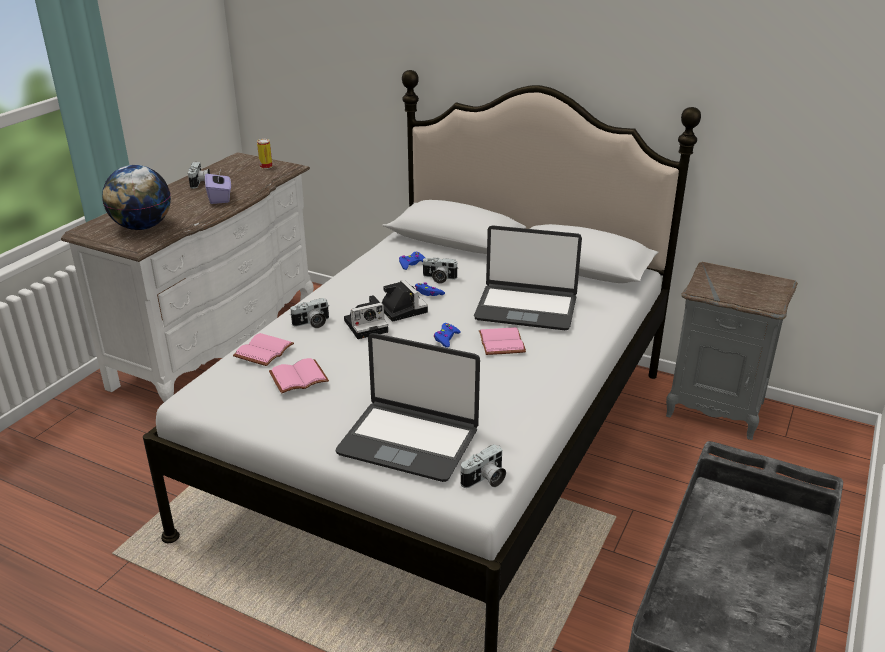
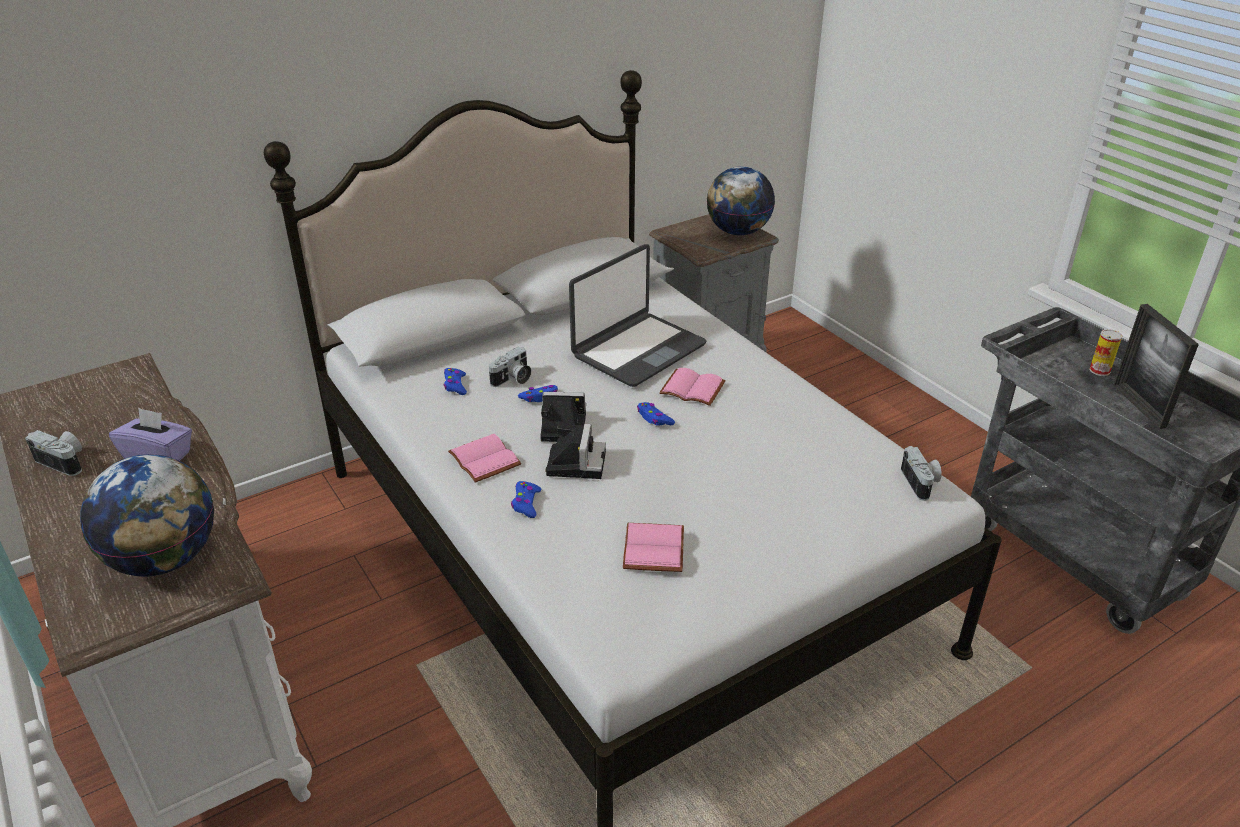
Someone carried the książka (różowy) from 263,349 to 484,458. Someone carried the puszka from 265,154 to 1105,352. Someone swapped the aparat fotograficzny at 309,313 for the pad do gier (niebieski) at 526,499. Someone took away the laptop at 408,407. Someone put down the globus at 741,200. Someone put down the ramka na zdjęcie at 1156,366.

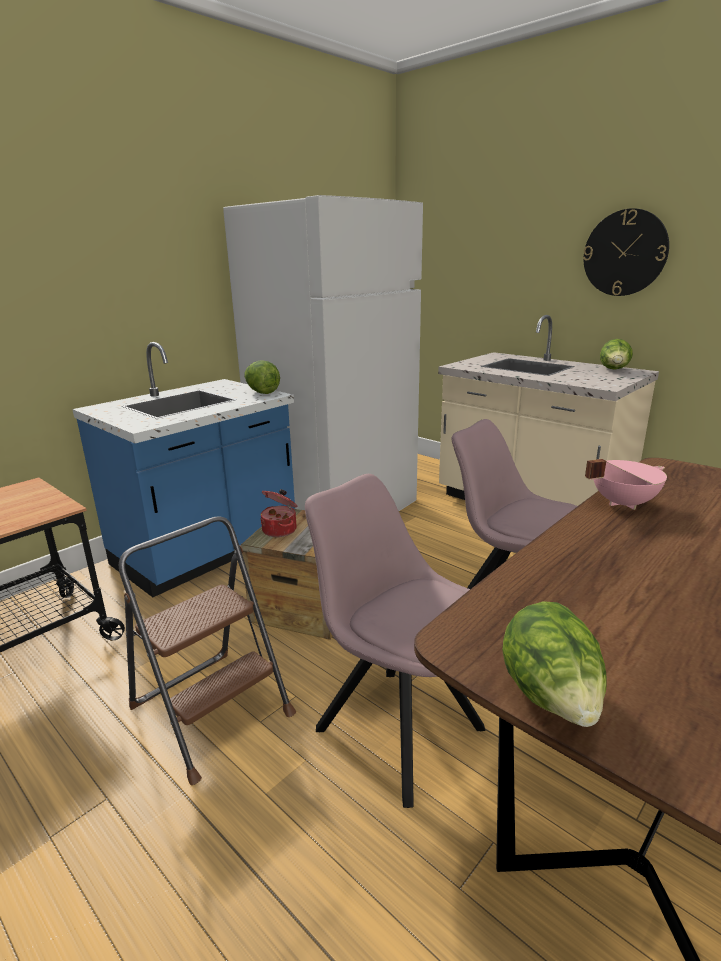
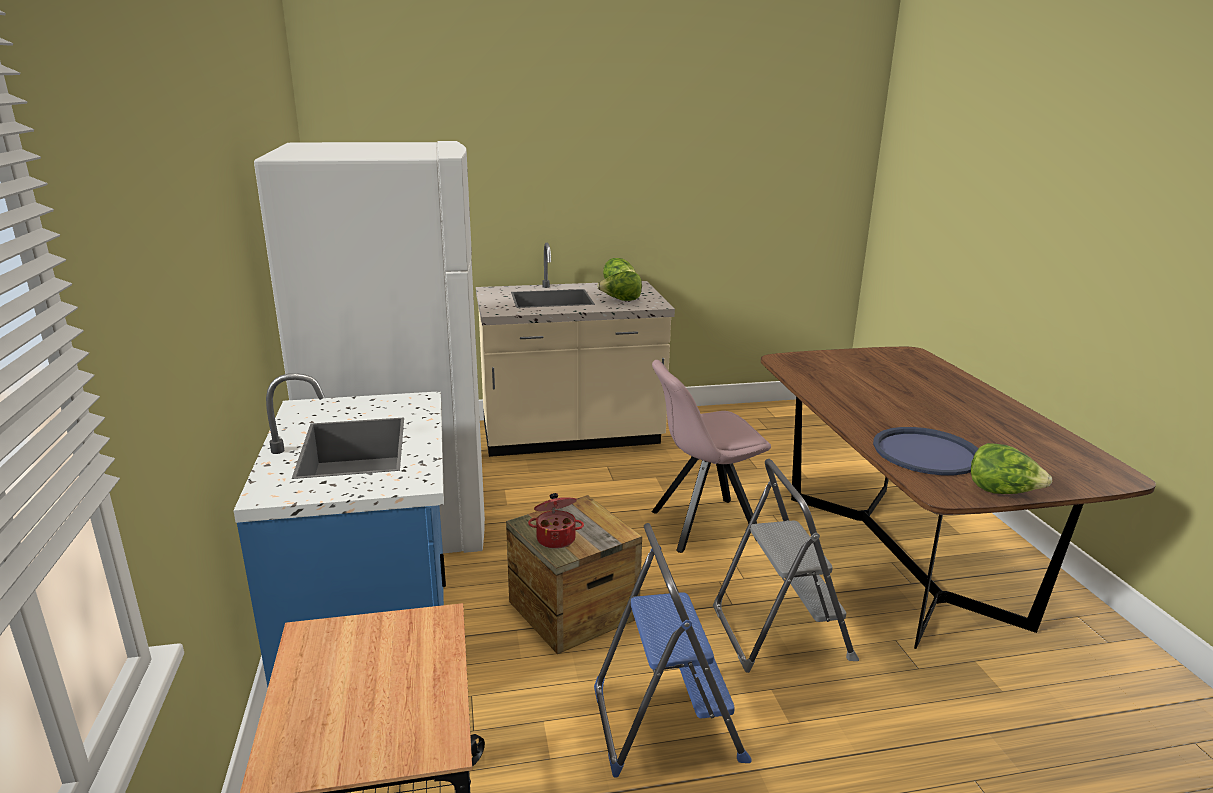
Someone repainted the drabinka (brązowy) at 207,650, which became the drabinka (niebieski) at 673,650. Someone carried the sałata from 262,377 to 619,286. Someone swapped the krzesło (różowy) at 395,641 for the drabinka (szary) at 786,566. Someone took away the zegar ścienny at 626,252. Someone took away the garnek (różowy) at 626,484. Someone put down the taca (niebieski) at 926,451.

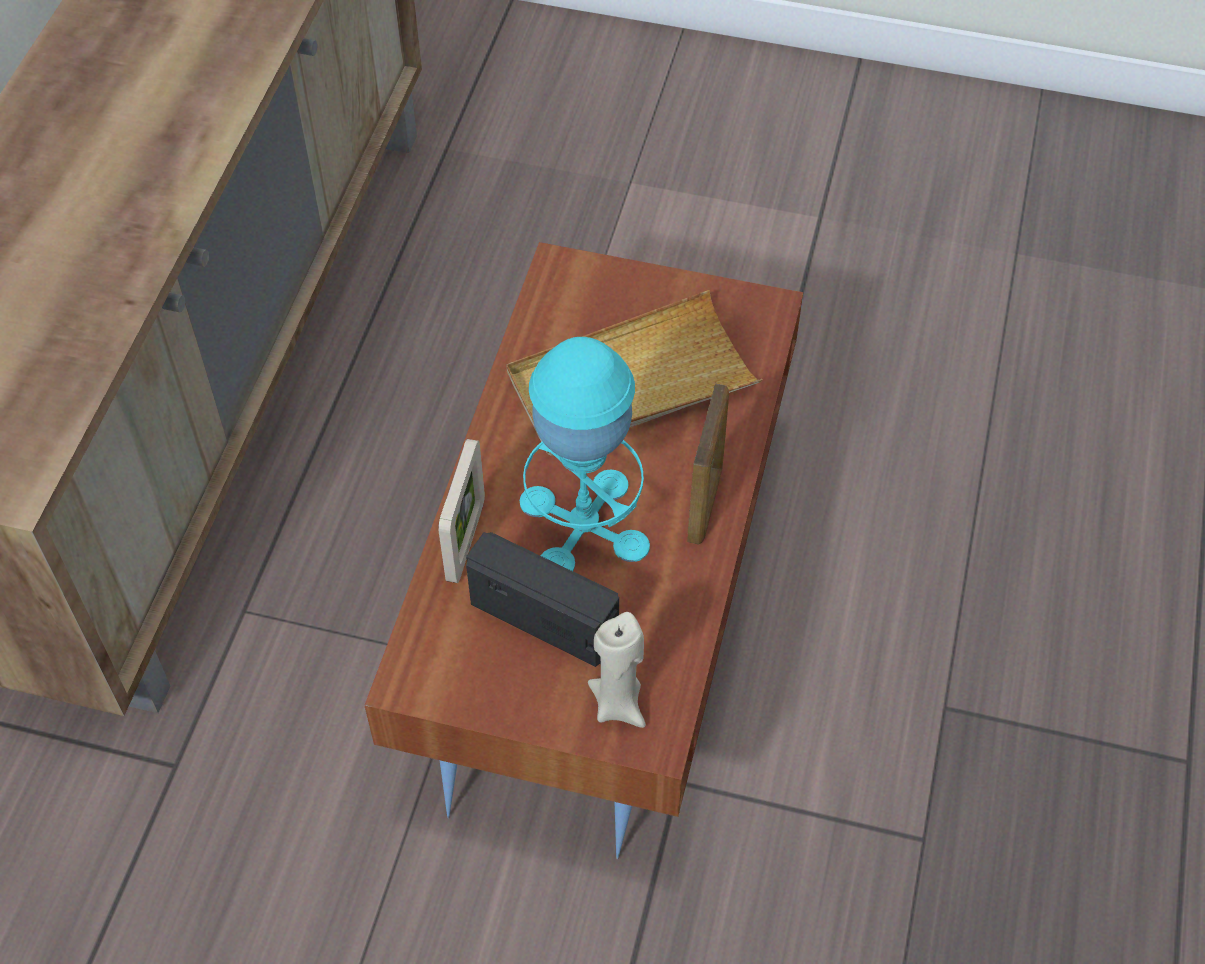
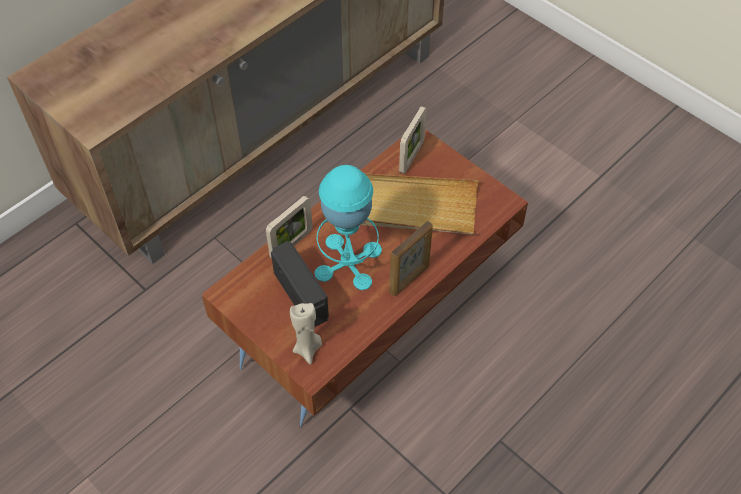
Someone put down the ramka na zdjęcie at 413,140.

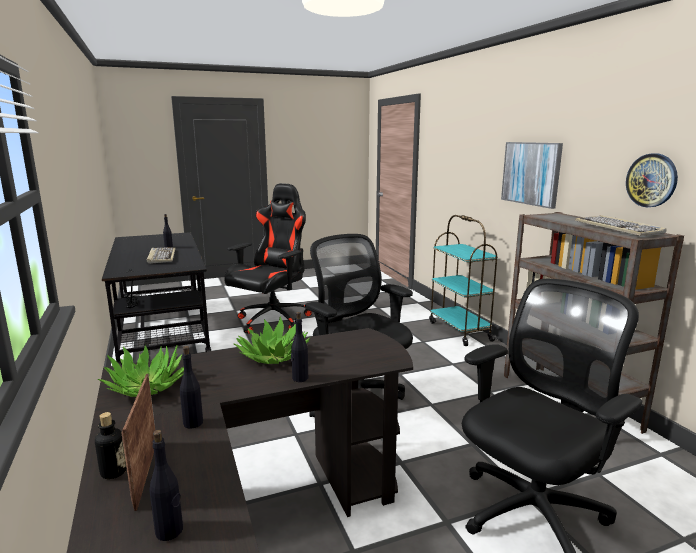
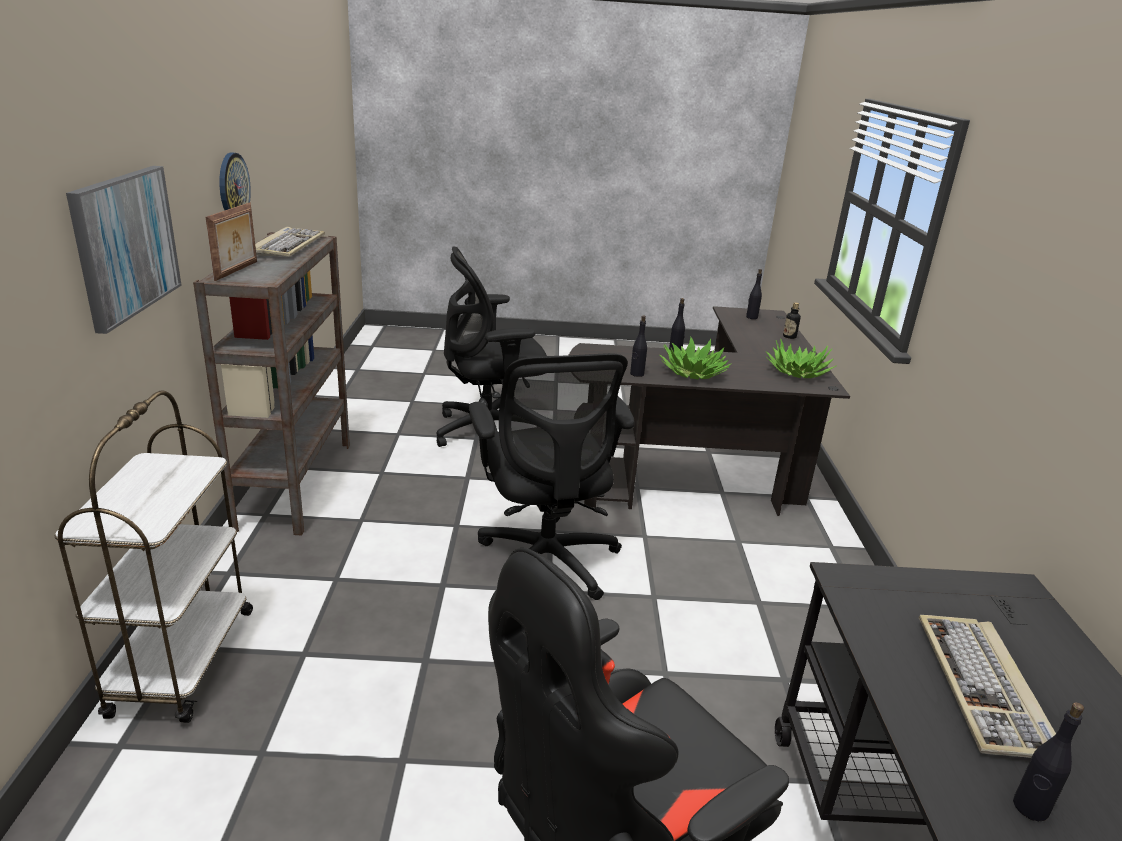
Someone carried the ramka na zdjęcie from 138,442 to 231,241. Someone carried the butelka (czarny) from 191,387 to 638,346. Someone repainted the wózek (turkusowy) at 463,280, which became the wózek (biały) at 154,557.

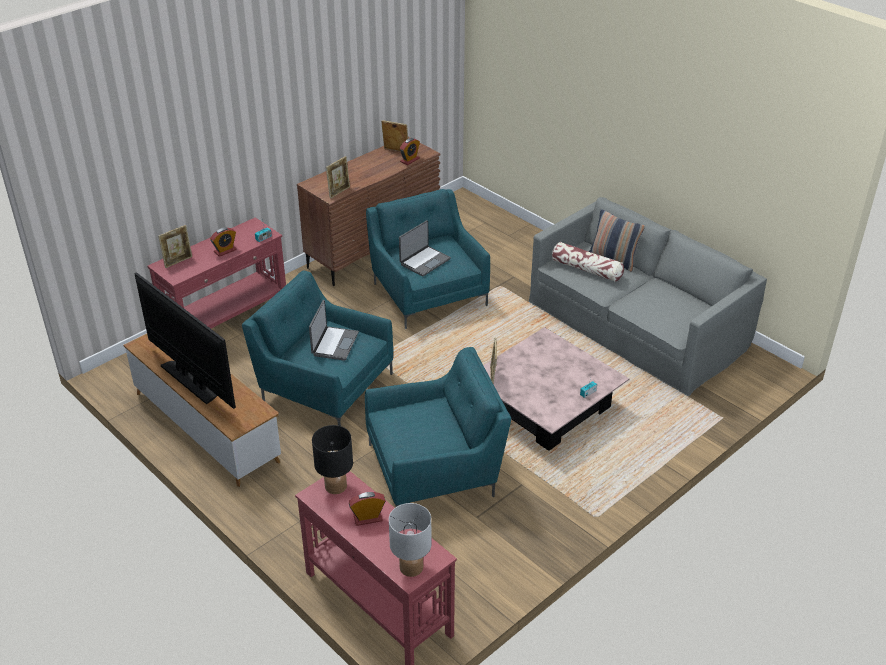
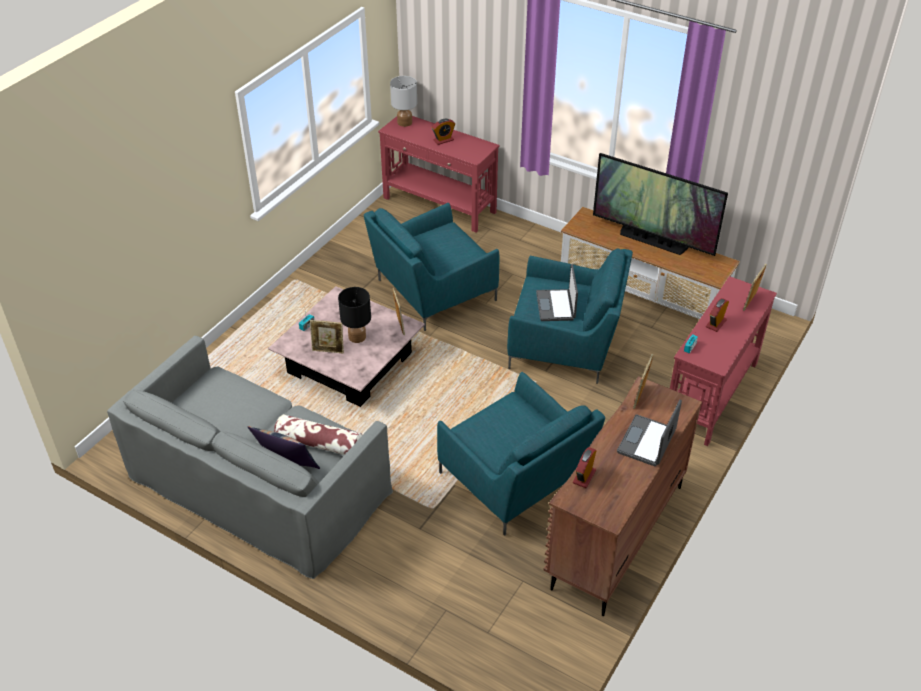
Someone carried the lampa stołowa (czarny) from 332,459 to 354,315. Someone carried the ramka na zdjęcie from 394,135 to 327,337. Someone carried the laptop from 425,248 to 649,433.

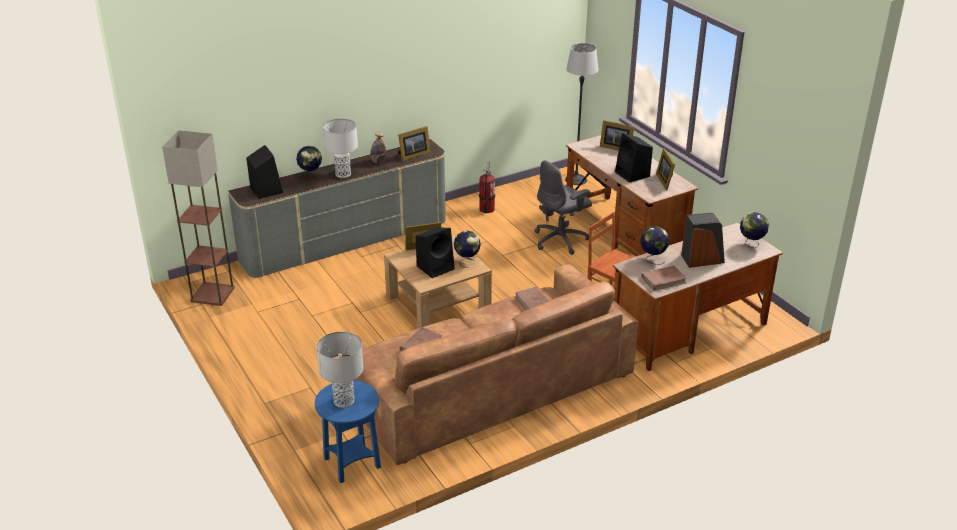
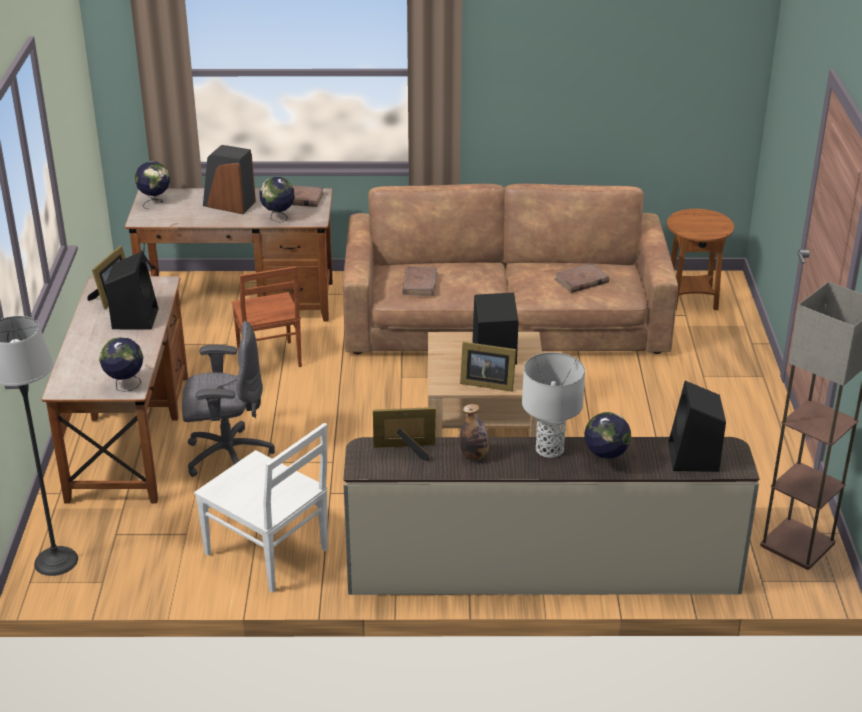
Someone repainted the stolik (niebieski) at 348,431, which became the stolik (brązowy) at 700,259. Someone took away the lampa stołowa (biały) at 340,370. Someone carried the globus from 467,249 to 121,364. Someone swapped the gaśnica at 487,187 for the krzesło (biały) at 261,508. Someone took away the ramka na zdjęcie at 617,135.

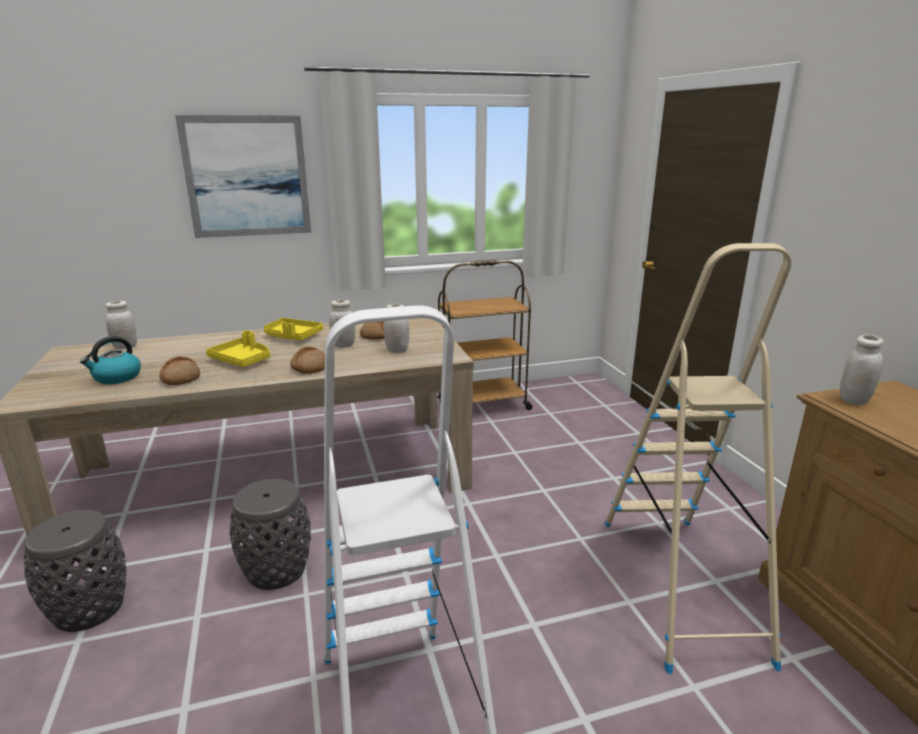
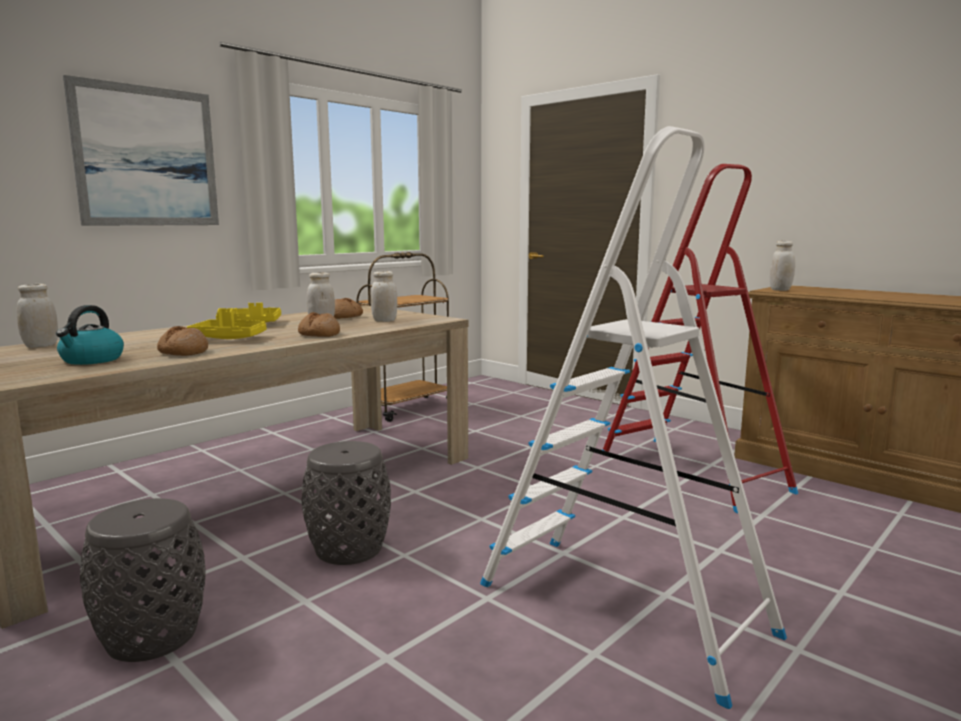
Someone repainted the drabinka (beżowy) at 698,458, which became the drabinka (czerwony) at 700,338.

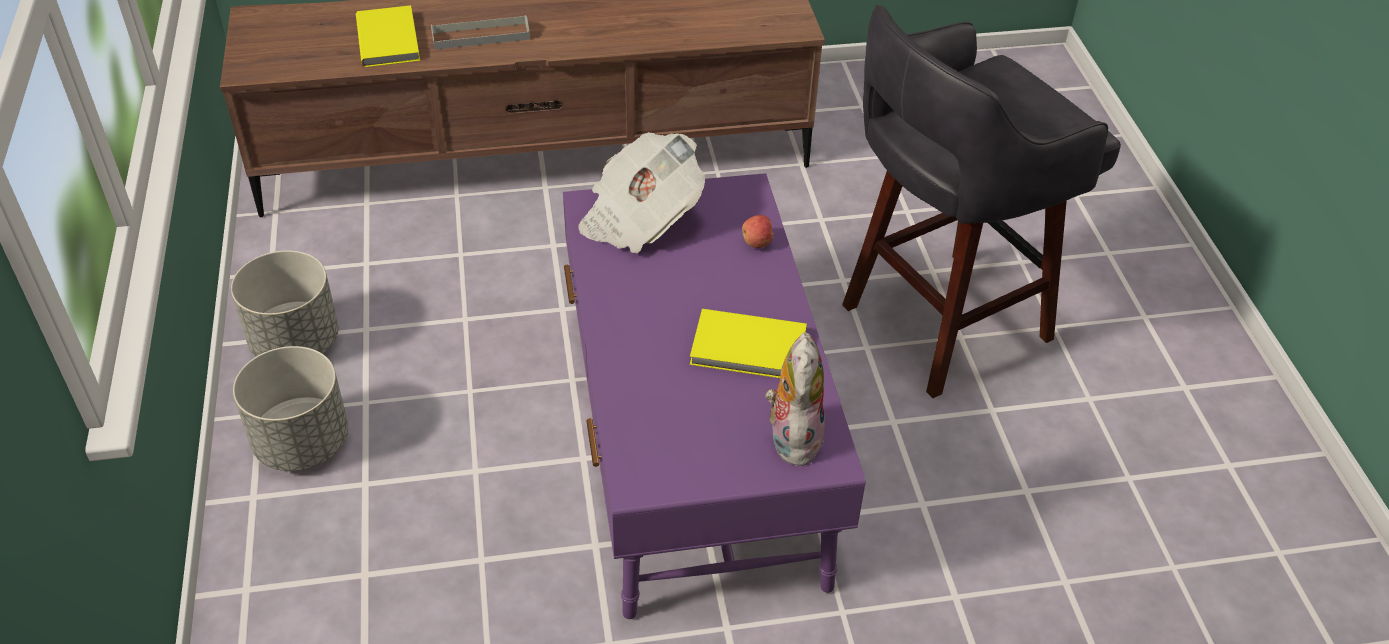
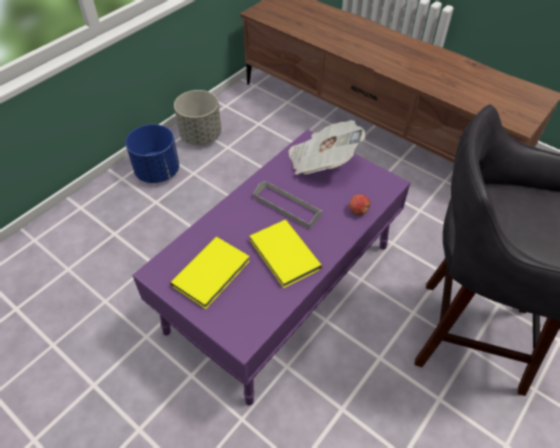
Someone repainted the donica (szary) at 290,408, which became the donica (niebieski) at 152,153. Someone carried the książka (żółty) from 388,36 to 210,273. Someone carried the taca (szary) from 480,32 to 287,205. Someone took away the pluszak at 795,400.

